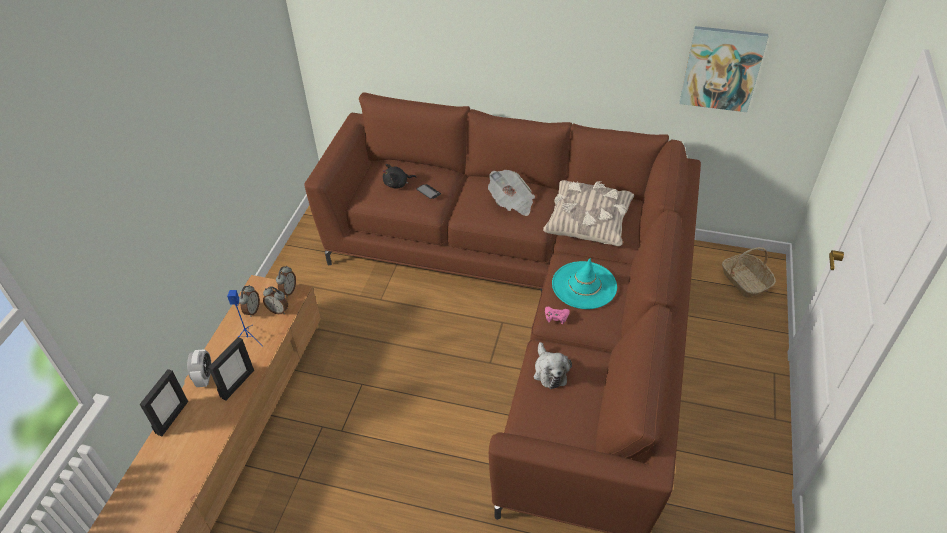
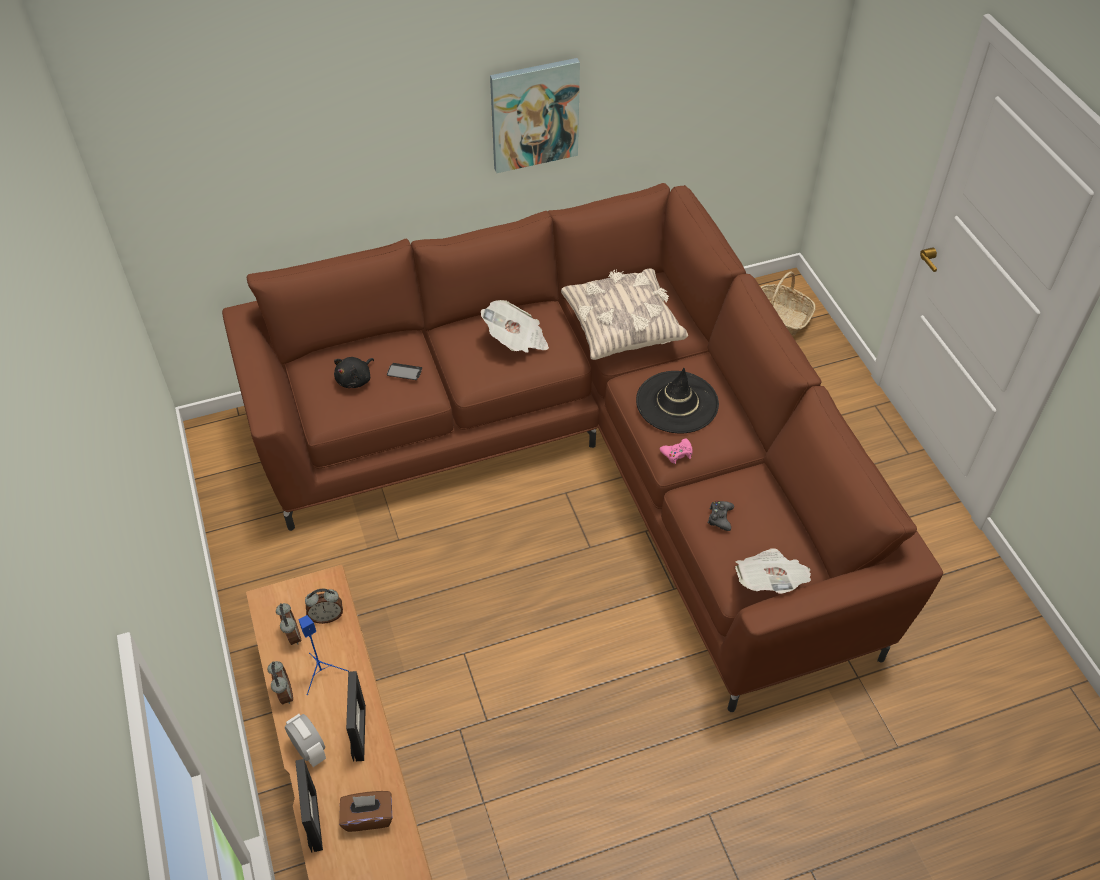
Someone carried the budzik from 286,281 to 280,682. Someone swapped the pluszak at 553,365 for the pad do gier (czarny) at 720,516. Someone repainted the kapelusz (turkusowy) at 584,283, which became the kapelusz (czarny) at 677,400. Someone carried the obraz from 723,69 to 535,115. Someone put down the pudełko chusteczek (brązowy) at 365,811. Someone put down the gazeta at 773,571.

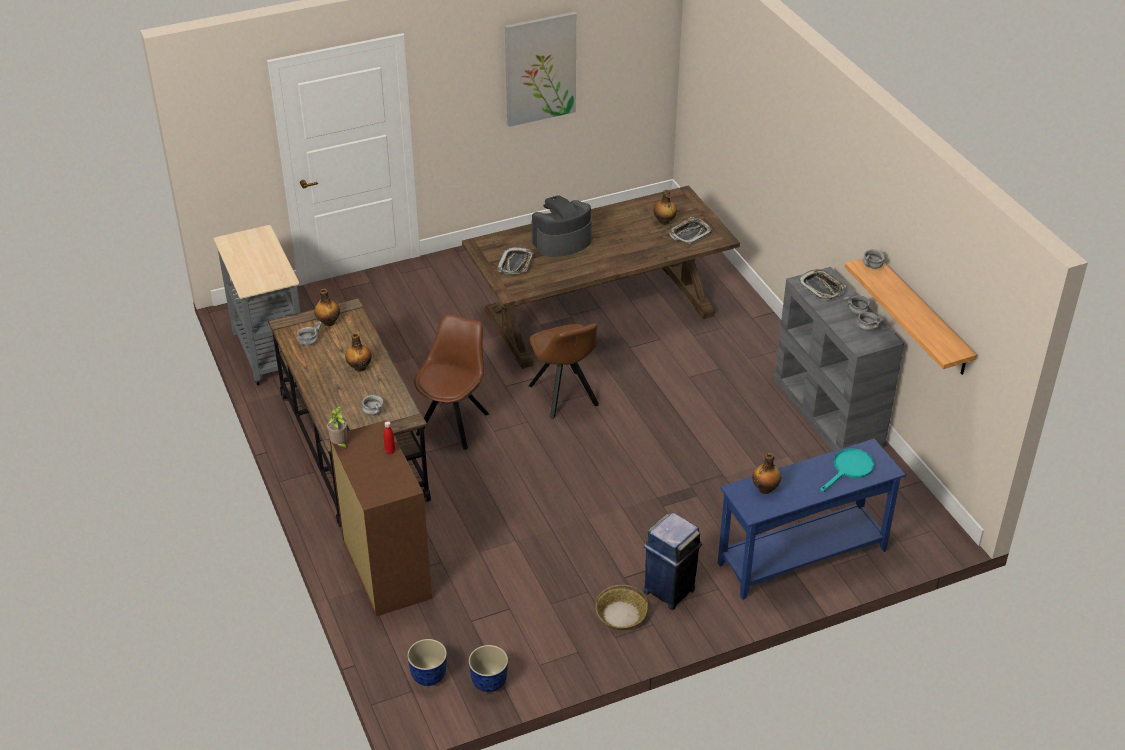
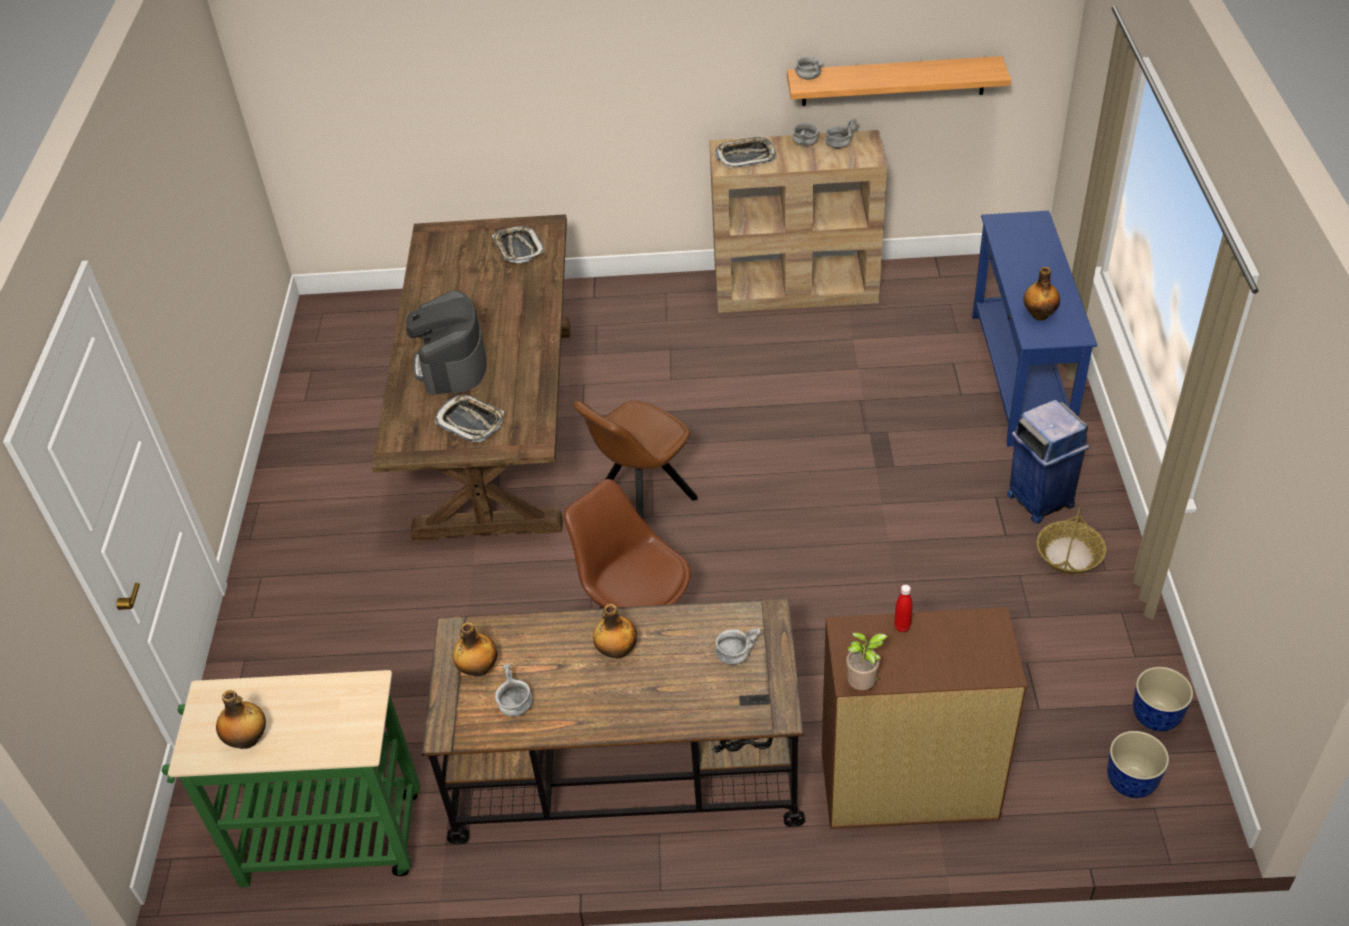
Someone repainted the wózek (szary) at 257,305, which became the wózek (zielony) at 291,778. Someone took away the obraz at 540,69. Someone rotated the krzesło (brązowy) at 564,371 by 135 degrees clockwise. Someone carried the butelka from 665,207 to 241,719. Someone repainted the regał (szary) at 839,359, which became the regał (brązowy) at 798,221. Someone took away the patelnia (turkusowy) at 847,470.

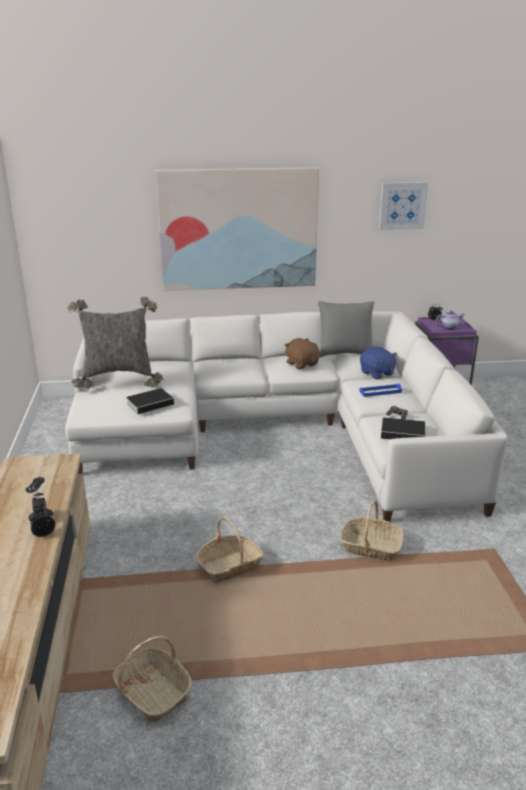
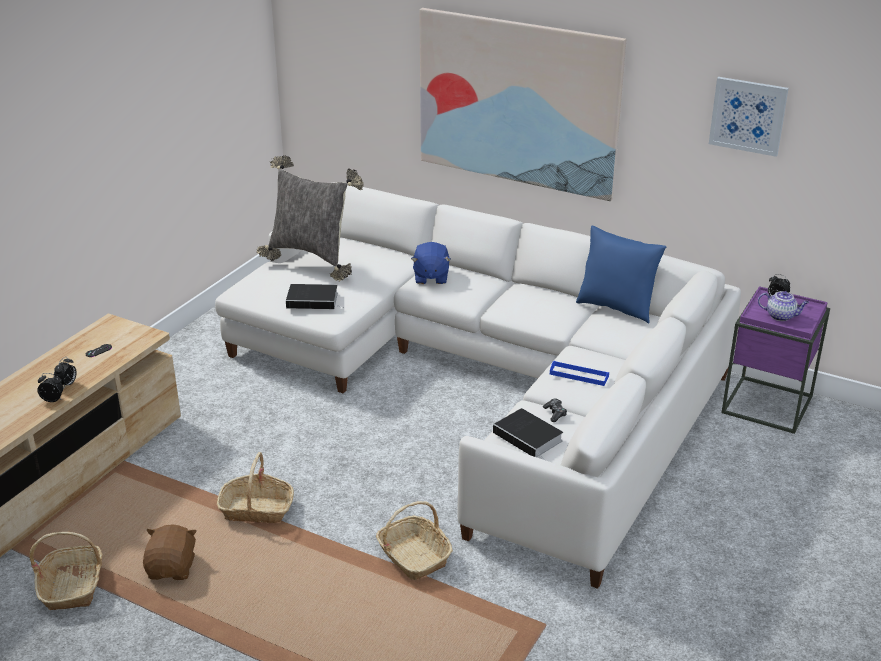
Someone carried the pluszak (brązowy) from 302,353 to 170,552. Someone repainted the poduszka (szary) at 346,329, which became the poduszka (niebieski) at 621,275. Someone carried the pluszak (niebieski) from 378,362 to 431,263.

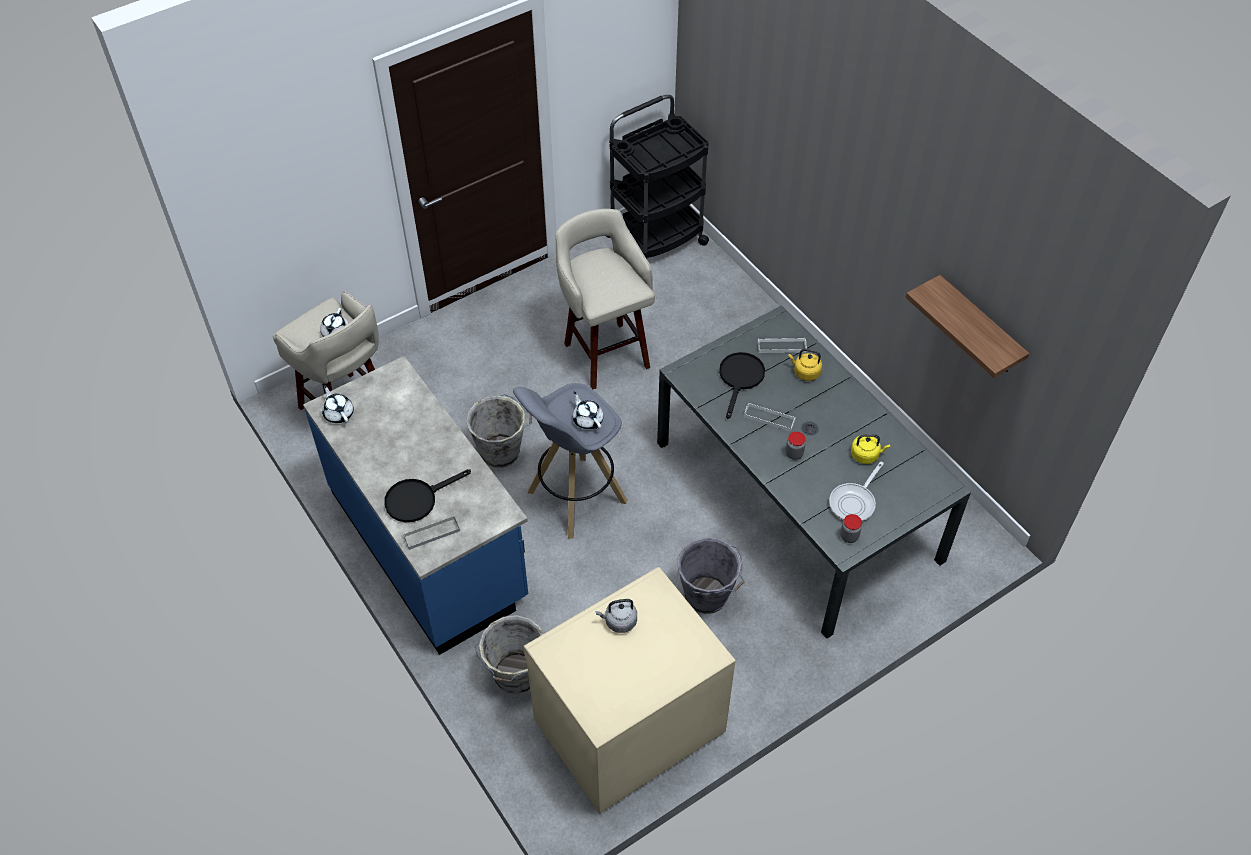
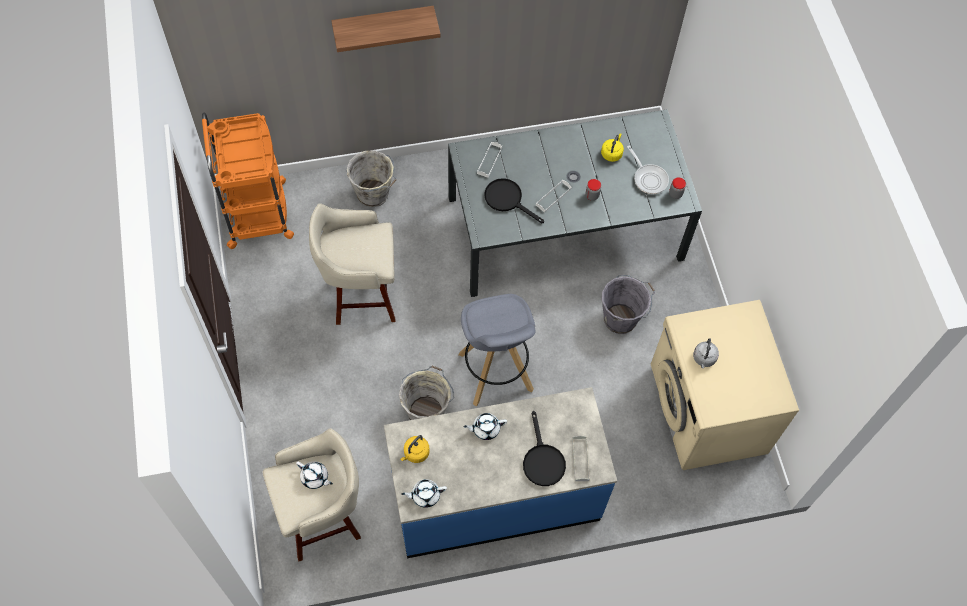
Someone carried the wiadro (szary) from 509,654 to 371,179. Someone carried the imbryk (biały) from 588,410 to 485,426. Someone repainted the wózek (czarny) at 657,177, which became the wózek (pomarańczowy) at 248,181. Someone carried the czajnik (żółty) from 805,365 to 415,449. Someone carried the półka from 967,326 to 386,29.

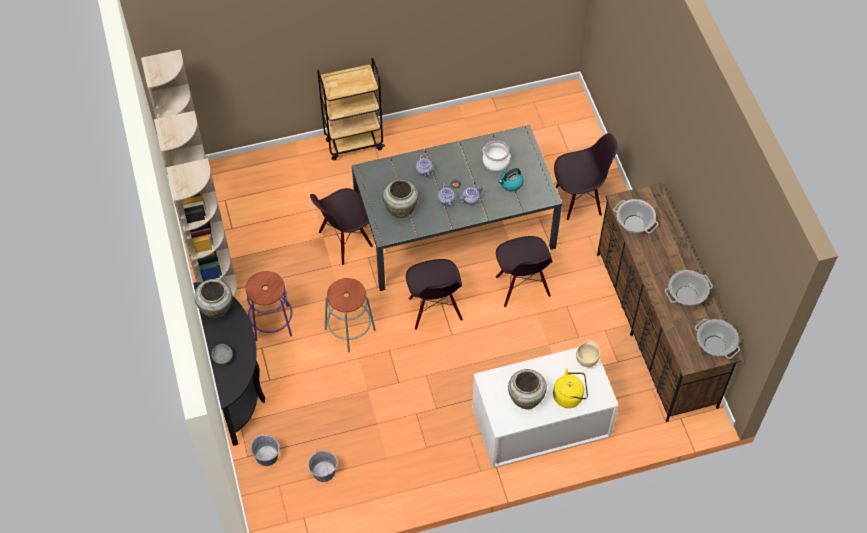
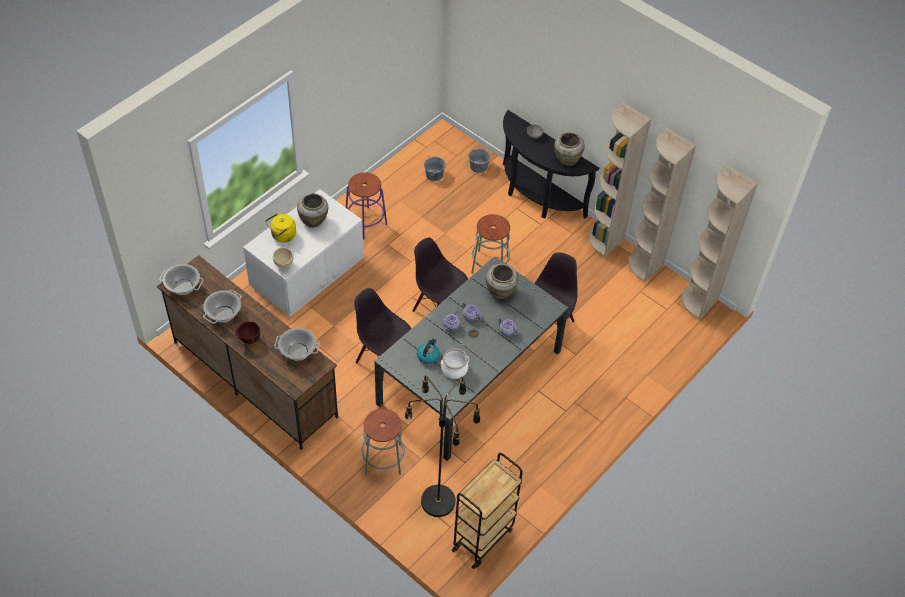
Someone carried the stołek (fioletowy) from 269,306 to 366,206. Someone carried the wózek (brązowy) from 351,109 to 487,511. Someone swapped the krzesło (czarny) at 586,176 for the stołek (szary) at 383,442. Someone put down the miska (brązowy) at 247,332. Someone put down the lampa stojąca at 442,446.

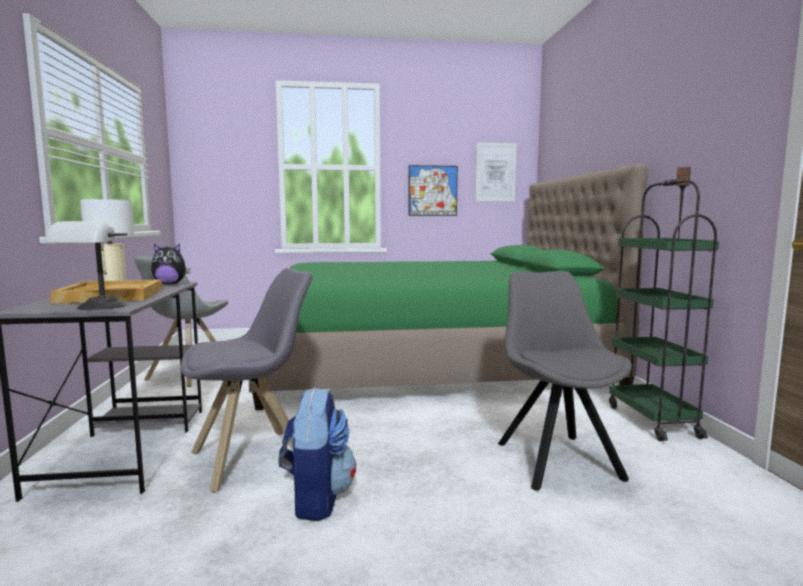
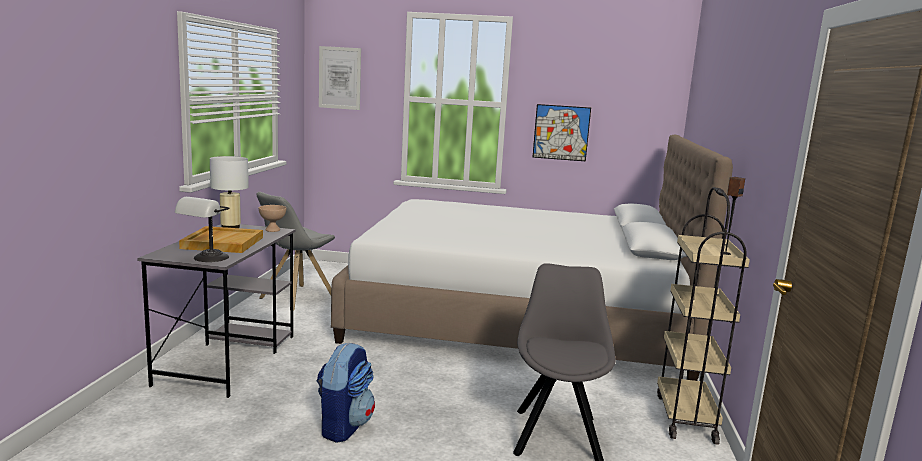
Someone swapped the pluszak at 171,264 for the miska (beżowy) at 273,218. Someone took away the krzesło (szary) at 246,380. Someone repainted the łóżko (zielony) at 448,287, which became the łóżko (biały) at 532,258. Someone carried the obraz from 496,172 to 340,78. Someone repainted the wózek (zielony) at 664,310, which became the wózek (beżowy) at 703,316.

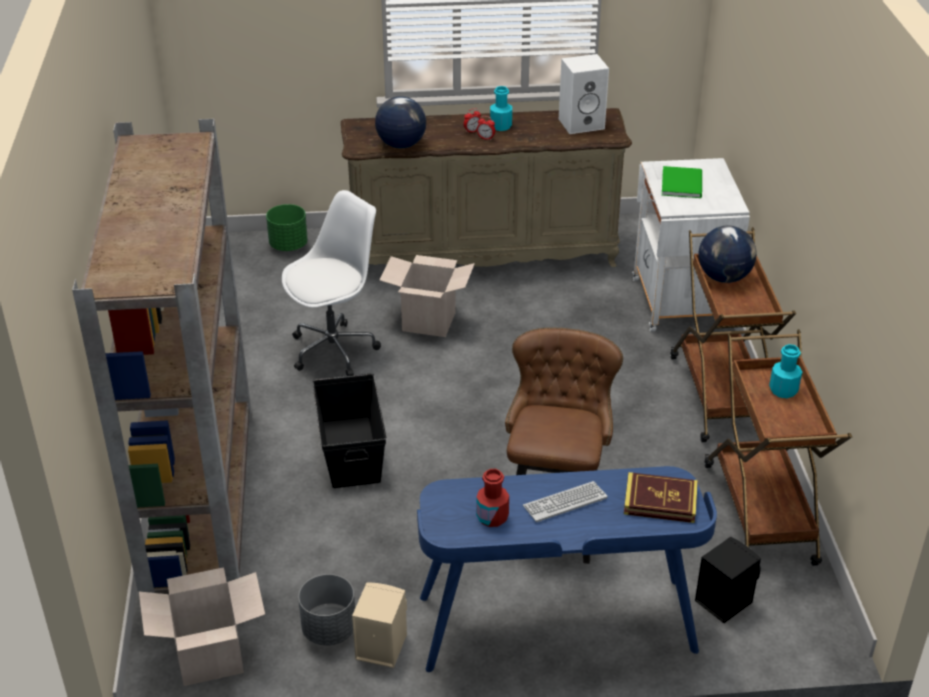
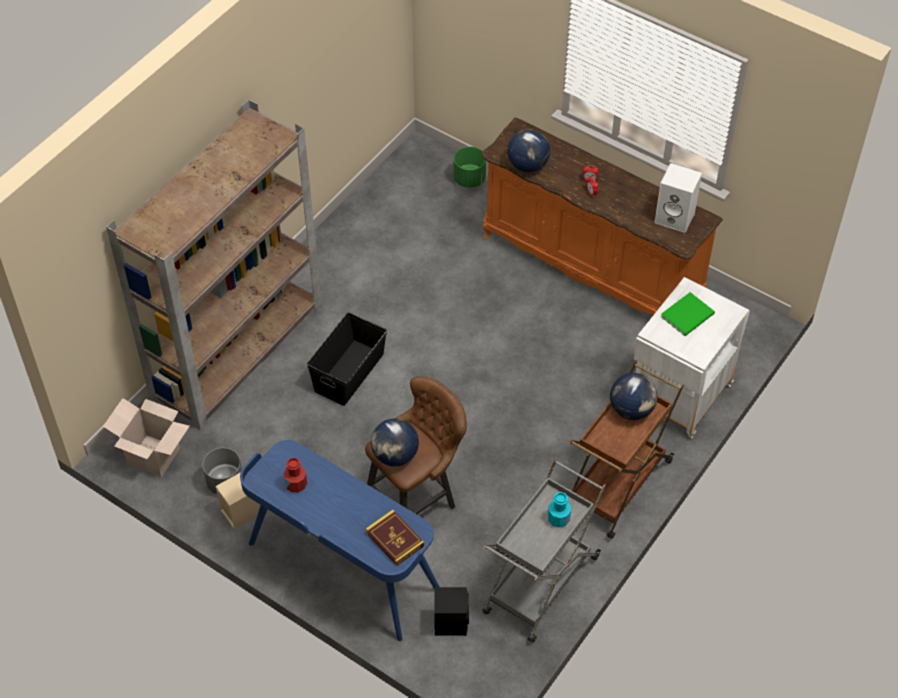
Someone took away the krzesło biurowe (biały) at 331,283. Someone repainted the szafka (beżowy) at 486,187, which became the szafka (pomarańczowy) at 602,216. Someone took away the karton at 427,296. Someone took away the butelka (turkusowy) at 501,108. Someone took away the klawiatura at 565,501. Someone repainted the wózek (brązowy) at 778,447, which became the wózek (szary) at 544,549. Someone put down the globus at 395,442.

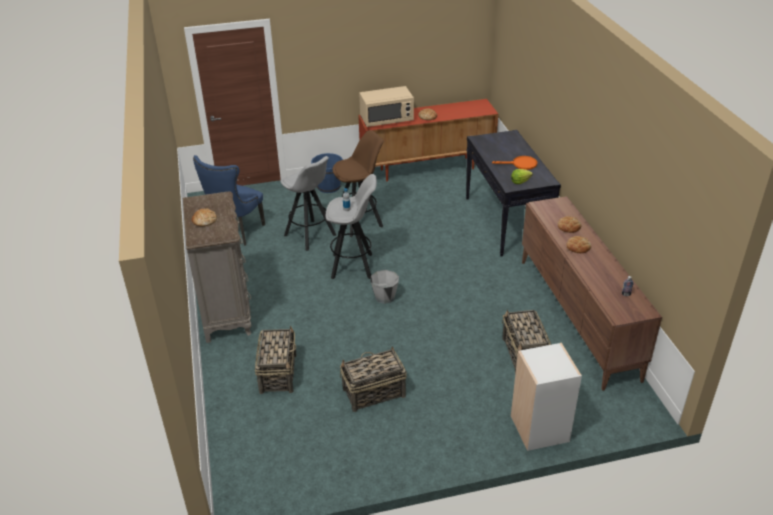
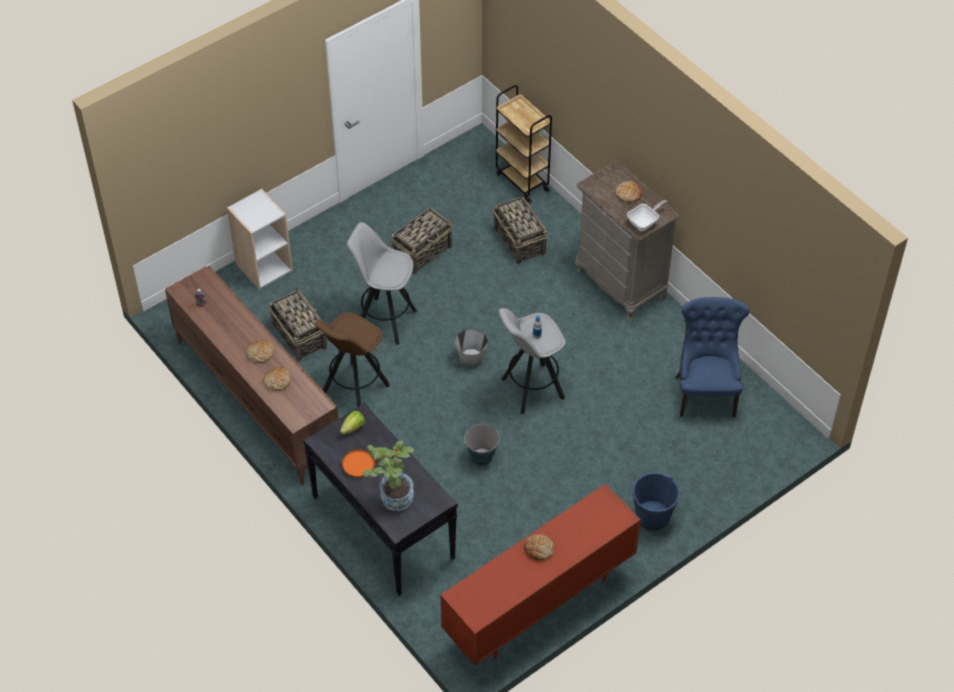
Someone carried the stołek (szary) from 308,203 to 382,283. Someone carried the stołek (brązowy) from 358,183 to 352,359. Someone took away the mikrofalówka (beżowy) at 386,106. Someone put down the roślina doniczkowa at 388,476. Someone put down the wiadro at 481,445. Someone put down the wózek (brązowy) at 524,144. Someone put down the patelnia at 647,215.

